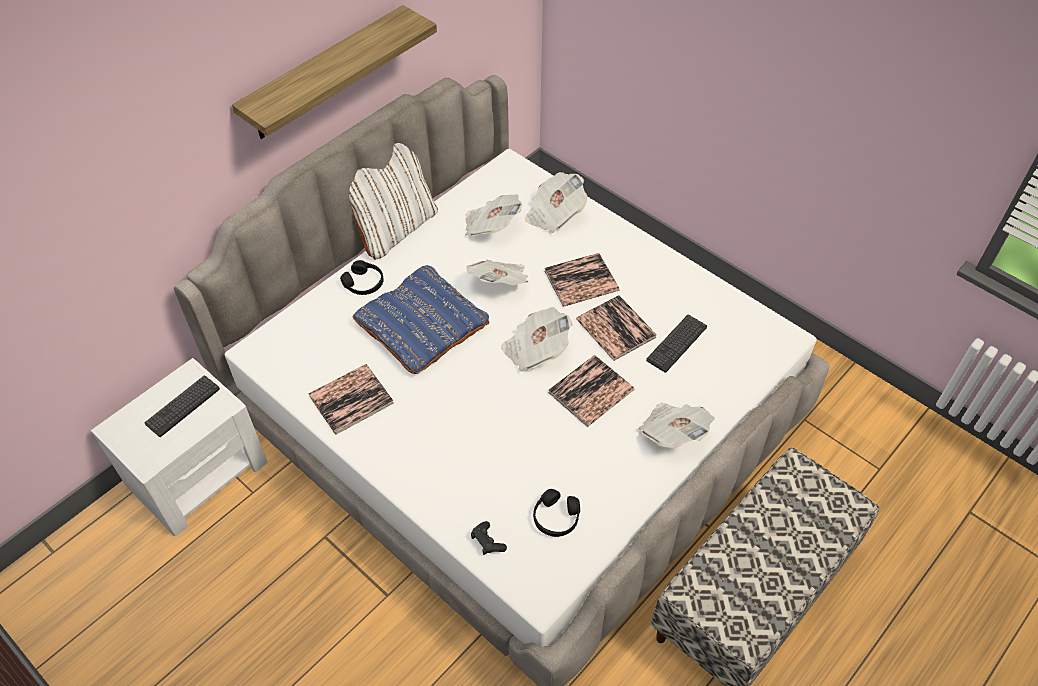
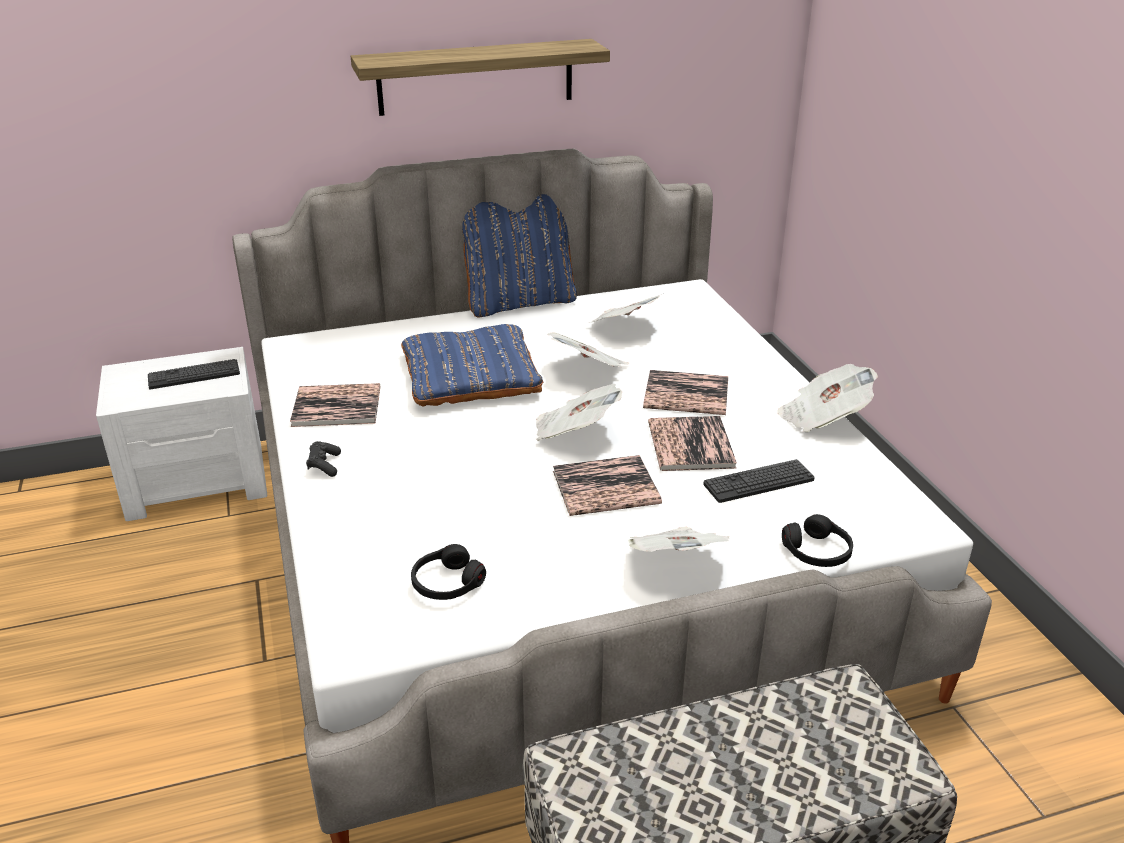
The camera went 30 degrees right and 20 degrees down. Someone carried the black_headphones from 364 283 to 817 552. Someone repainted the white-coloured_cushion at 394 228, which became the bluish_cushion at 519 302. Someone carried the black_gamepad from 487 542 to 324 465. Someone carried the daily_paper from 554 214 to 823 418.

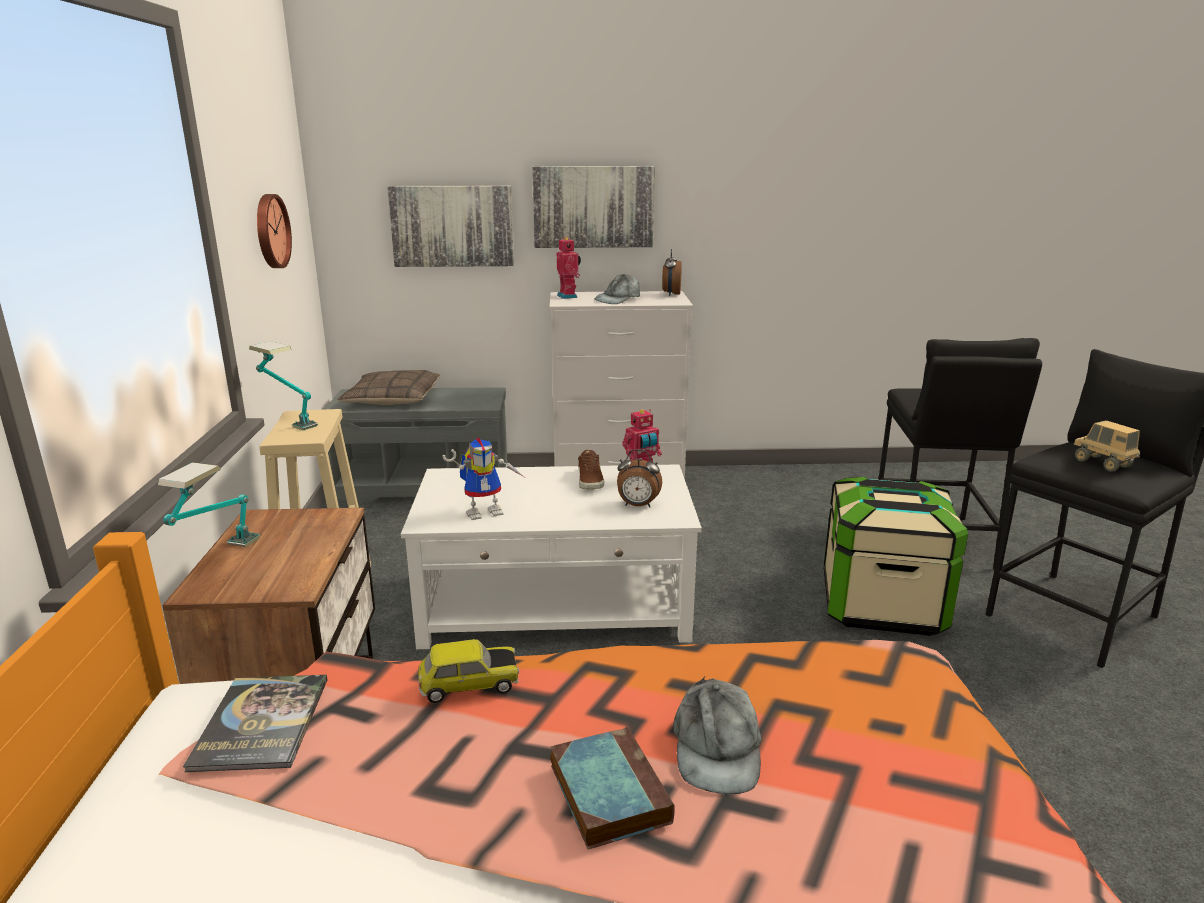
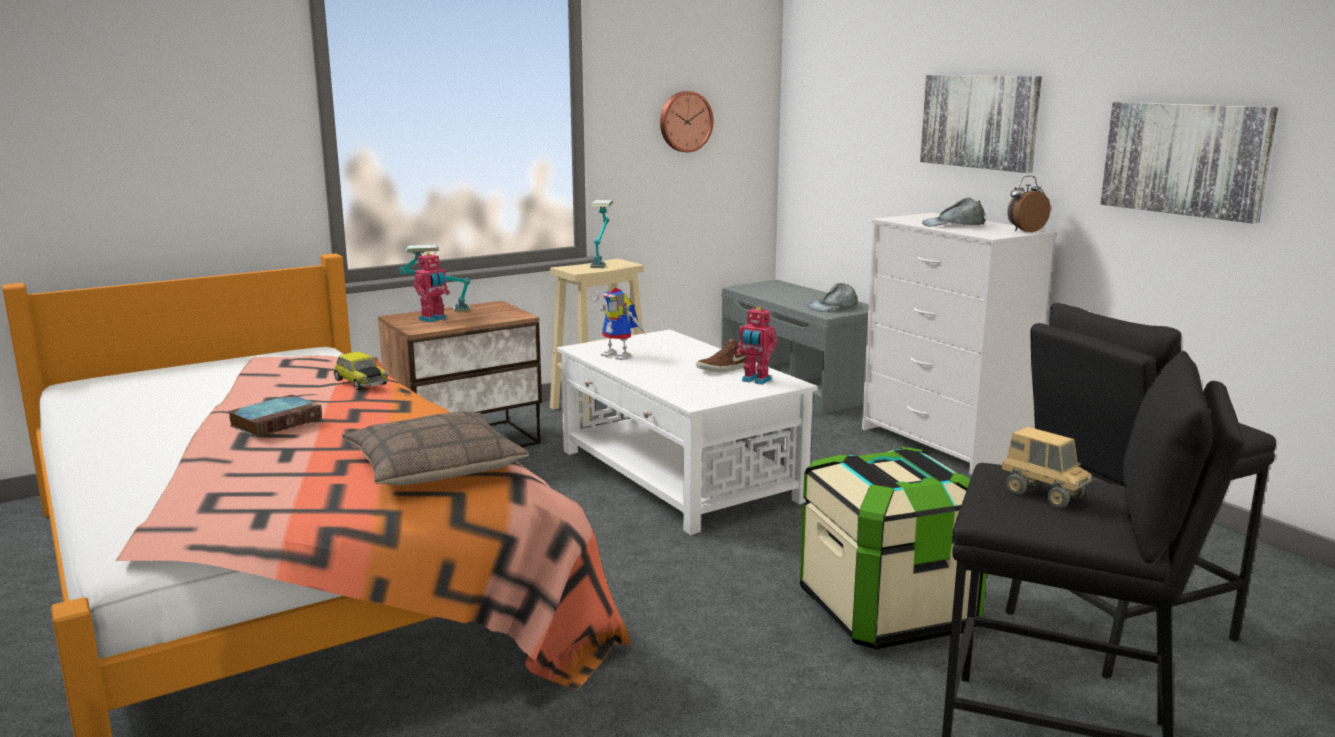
The camera went 60 degrees right and 5 degrees down. Someone took away the volume at 261 723. Someone carried the cushion from 392 399 to 434 466. Someone carried the picture from 452 226 to 1185 159. Someone carried the model_robot from 568 296 to 433 319. Someone took away the bedside_clock at 638 505. Someone carried the gray_peaked_cap from 716 747 to 833 307. Someone rotated the model_truck at 1102 464 by 105 degrees clockwise.

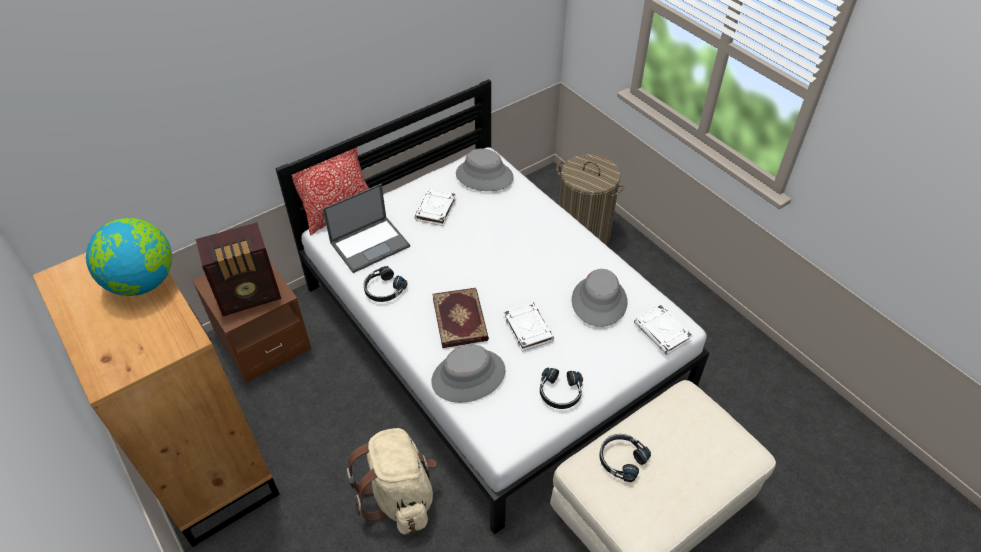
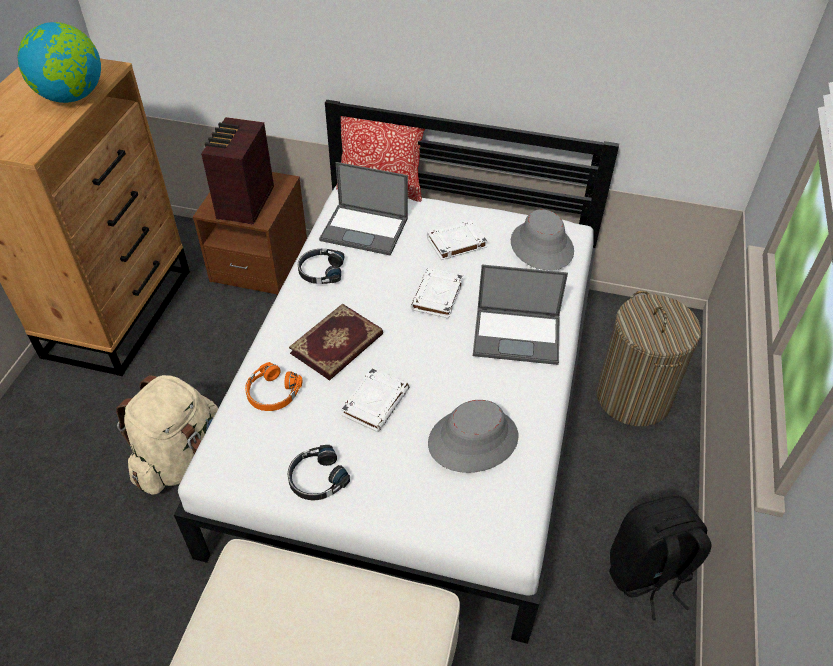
The camera went 50 degrees right and 0 degrees up. Someone rotated the radio_receiver at 250 295 by 75 degrees clockwise. Someone swapped the gray_wearable_hat at 468 376 for the orange_headphones at 272 393. Someone took away the black_headphones at 621 459. Someone carried the white-coloured_volume from 663 332 to 437 296. Someone put down the portable_computer at 518 335. Someone put down the black_rucksack at 647 574.

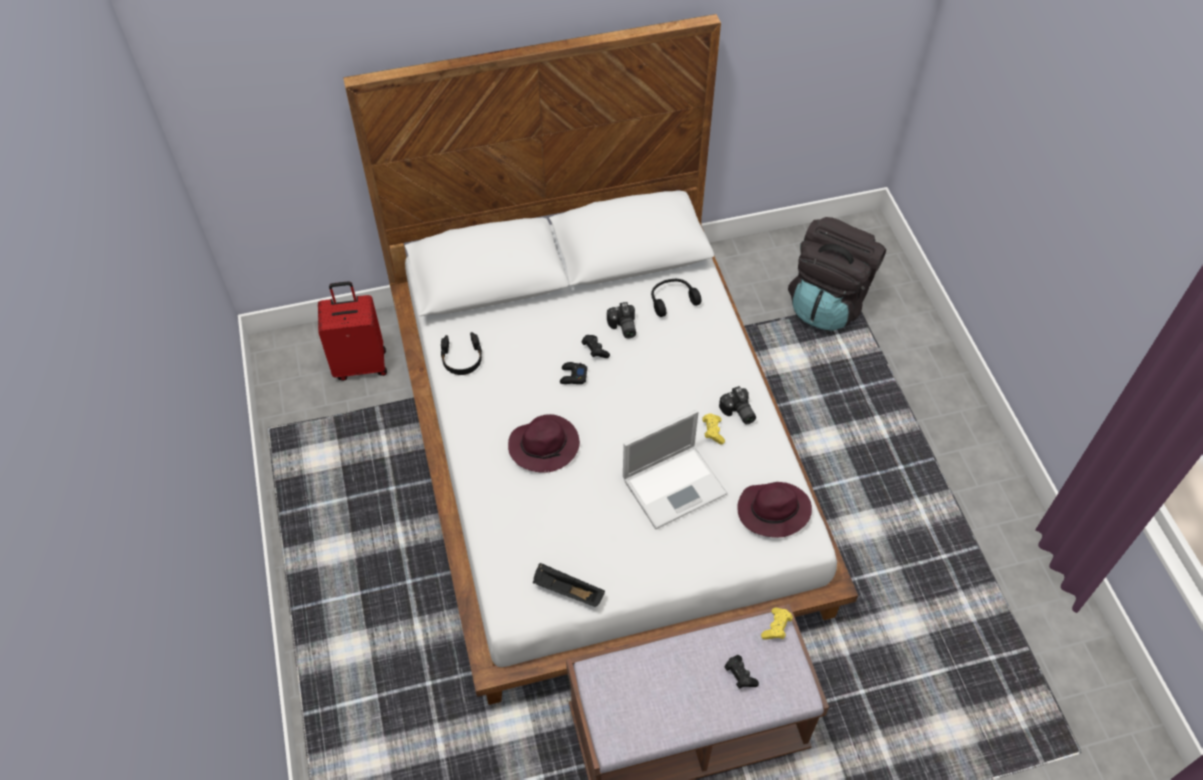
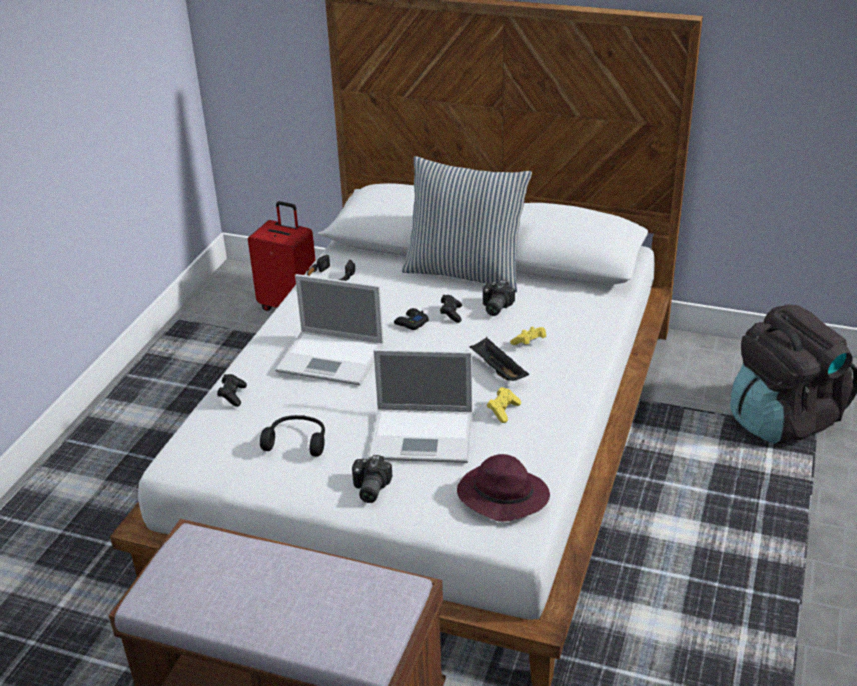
The camera went 35 degrees right and 20 degrees down. Someone swapped the purple_wearable_hat at 545 445 for the portable_computer at 333 358. Someone carried the black_tray from 567 591 to 497 370. Someone carried the black_headphones from 672 300 to 297 441. Someone carried the still_camera from 738 412 to 369 489. Someone carried the black_gamepad from 739 675 to 232 396. Someone carried the yellowish_gamepad from 776 628 to 529 343. Someone put down the cushion at 465 272.

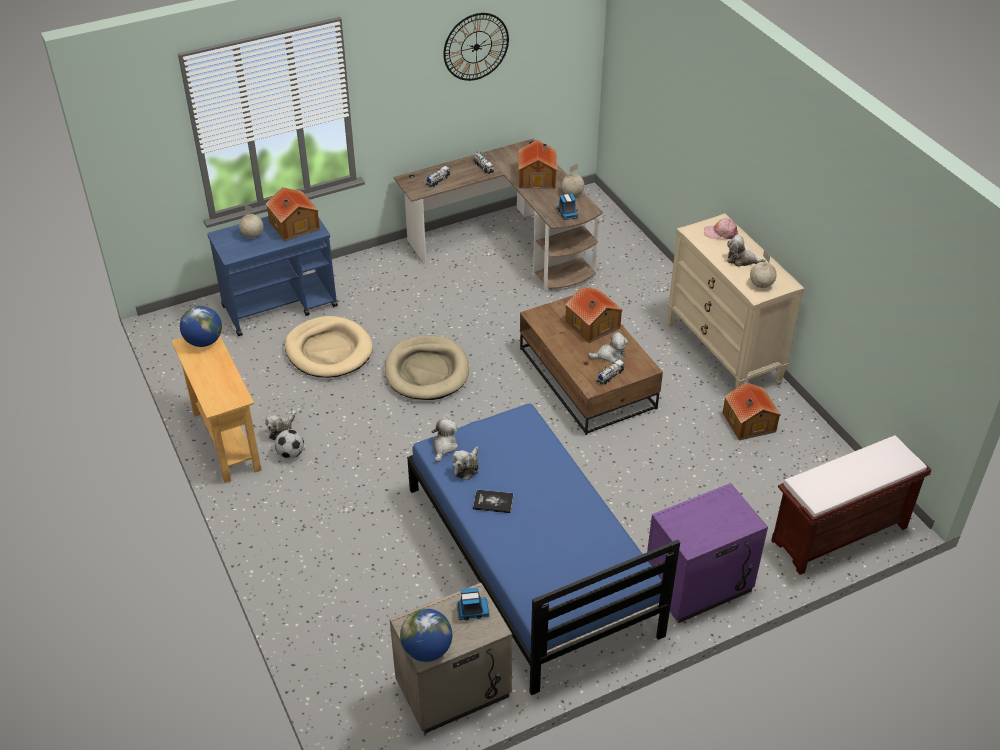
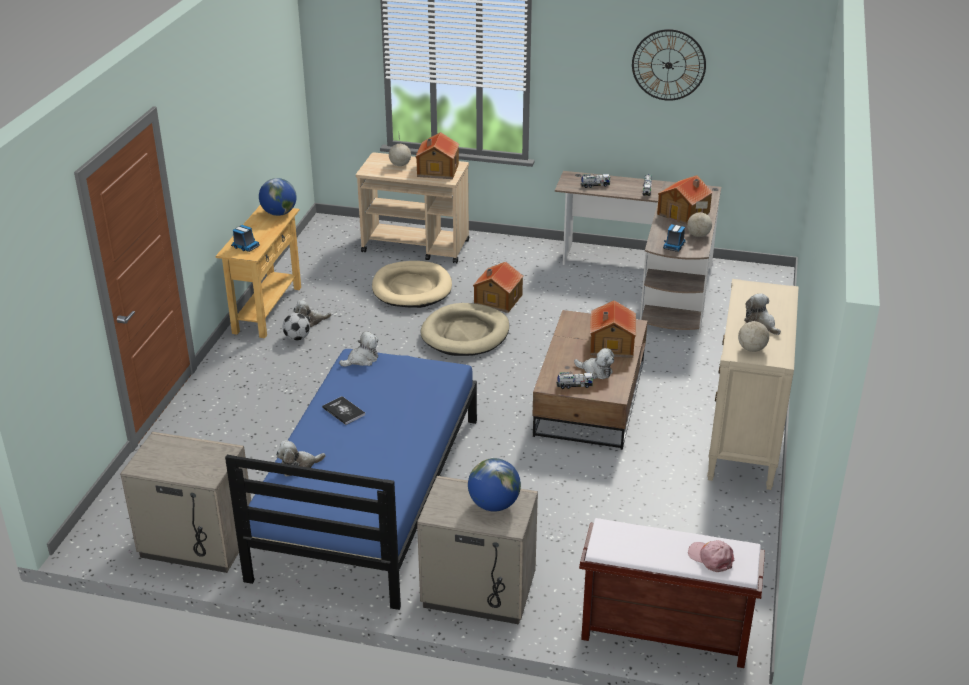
The camera went 40 degrees right and 10 degrees down. Someone repainted the bluish_trolley at 280 306, which became the beige-coloured_trolley at 416 246. Someone carried the globe from 427 650 to 494 505. Someone carried the cuddly_toy from 467 467 to 299 466. Someone carried the model_truck from 472 611 to 245 246. Someone repainted the purple_bedside_table at 699 586, which became the beige-coloured_bedside_table at 478 592. Someone carried the pink_peaked_cap from 720 232 to 711 558. Someone carried the miniature_house from 748 423 to 497 300.

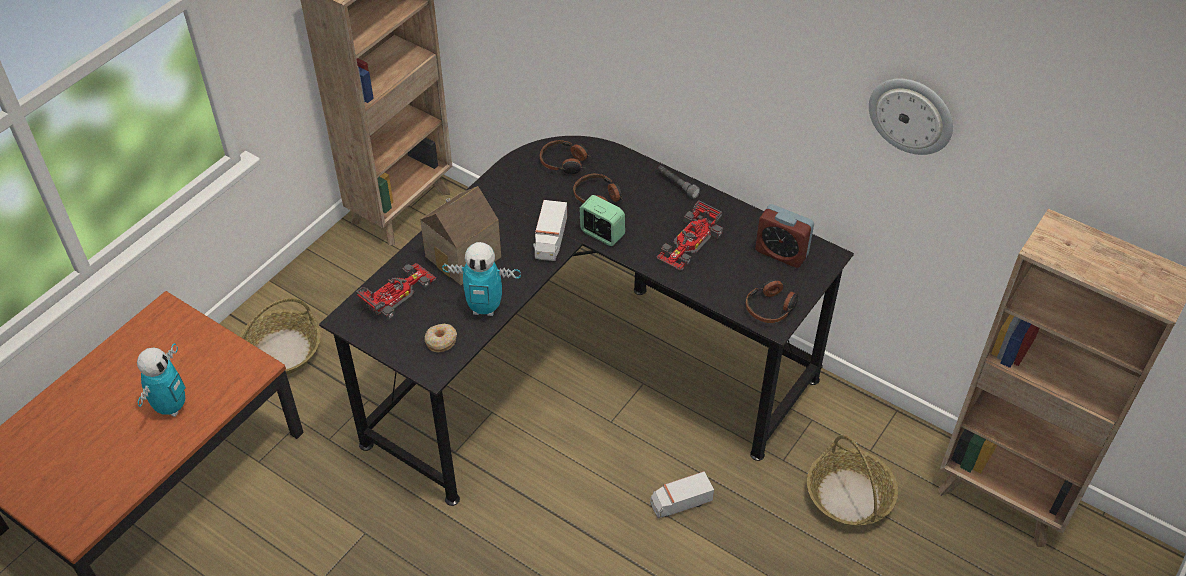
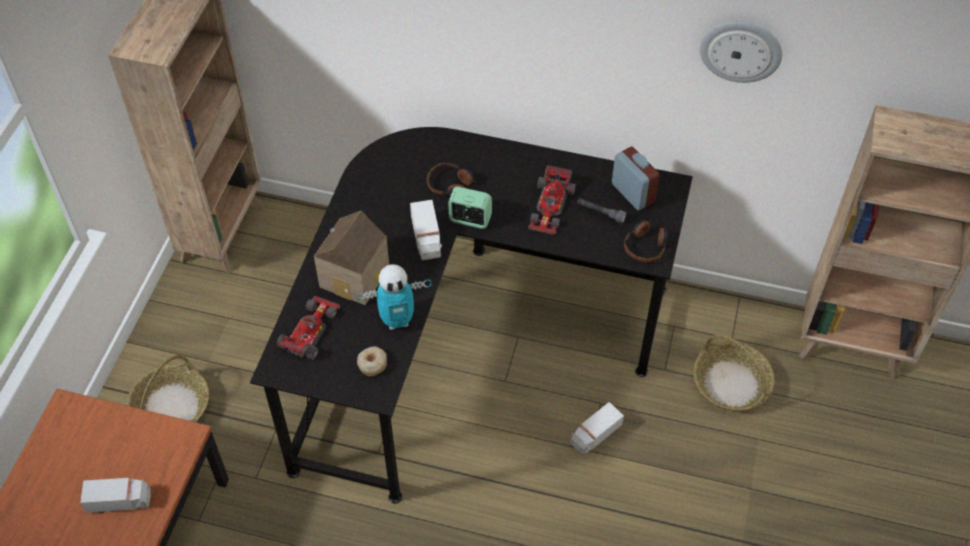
The camera went 20 degrees left and 5 degrees up. Someone swapped the model_robot at 171 407 for the model_truck at 120 501. Someone took away the headphones at 565 162. Someone carried the gray_flashlight from 677 185 to 600 213. Someone rotated the bedside_clock at 781 253 by 135 degrees counterclockwise.

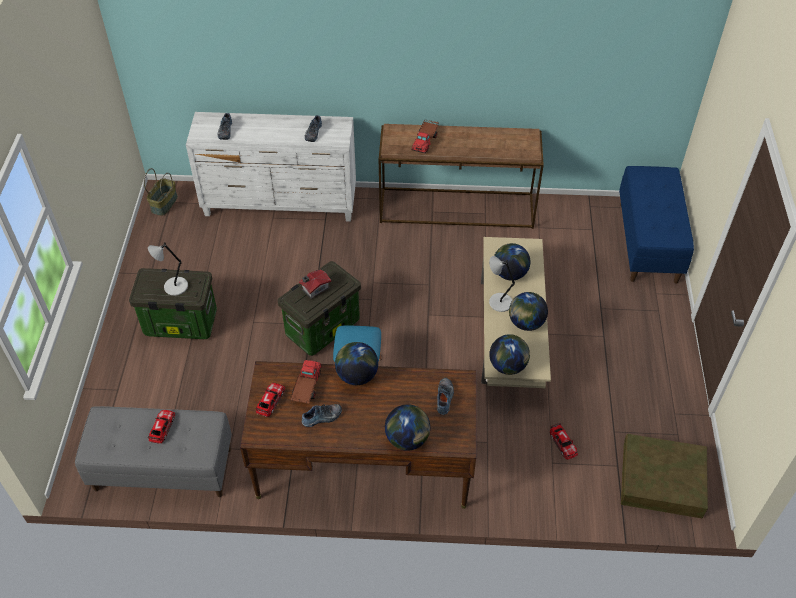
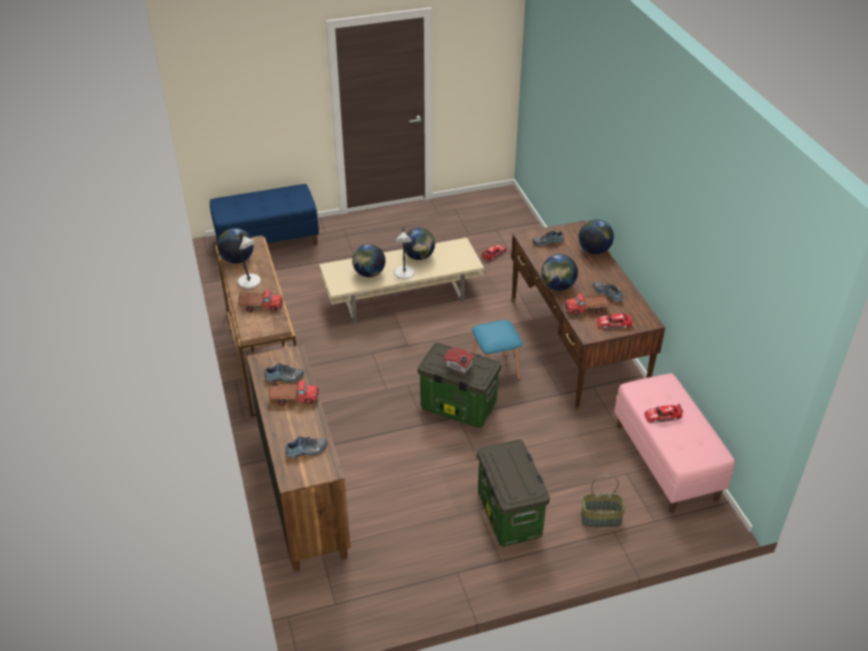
The camera went 110 degrees left and 10 degrees down. Someone repainted the gray_bench at 162 469, which became the pink_bench at 666 462. Someone carried the household_basket from 164 203 to 600 519. Someone carried the gray_table_lamp from 174 287 to 250 282. Someone repainted the white-coloured_drawer_chest at 281 204, which became the brown_drawer_chest at 303 494. Someone carried the globe from 508 366 to 237 259. Someone took away the brown_storage_container at 662 480. Someone put down the model_truck at 293 398.

